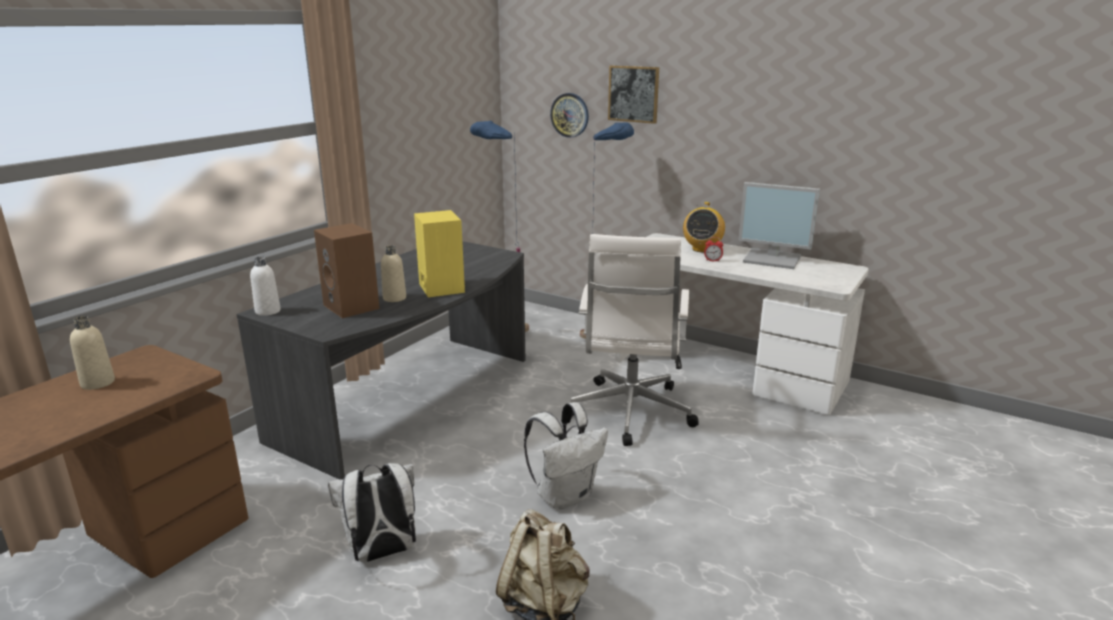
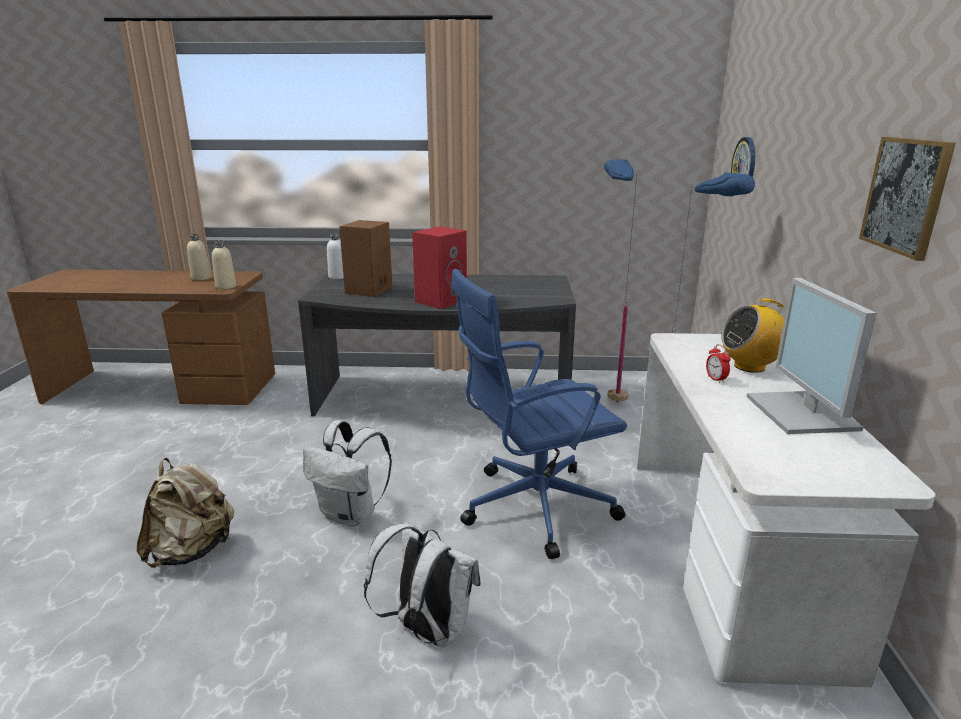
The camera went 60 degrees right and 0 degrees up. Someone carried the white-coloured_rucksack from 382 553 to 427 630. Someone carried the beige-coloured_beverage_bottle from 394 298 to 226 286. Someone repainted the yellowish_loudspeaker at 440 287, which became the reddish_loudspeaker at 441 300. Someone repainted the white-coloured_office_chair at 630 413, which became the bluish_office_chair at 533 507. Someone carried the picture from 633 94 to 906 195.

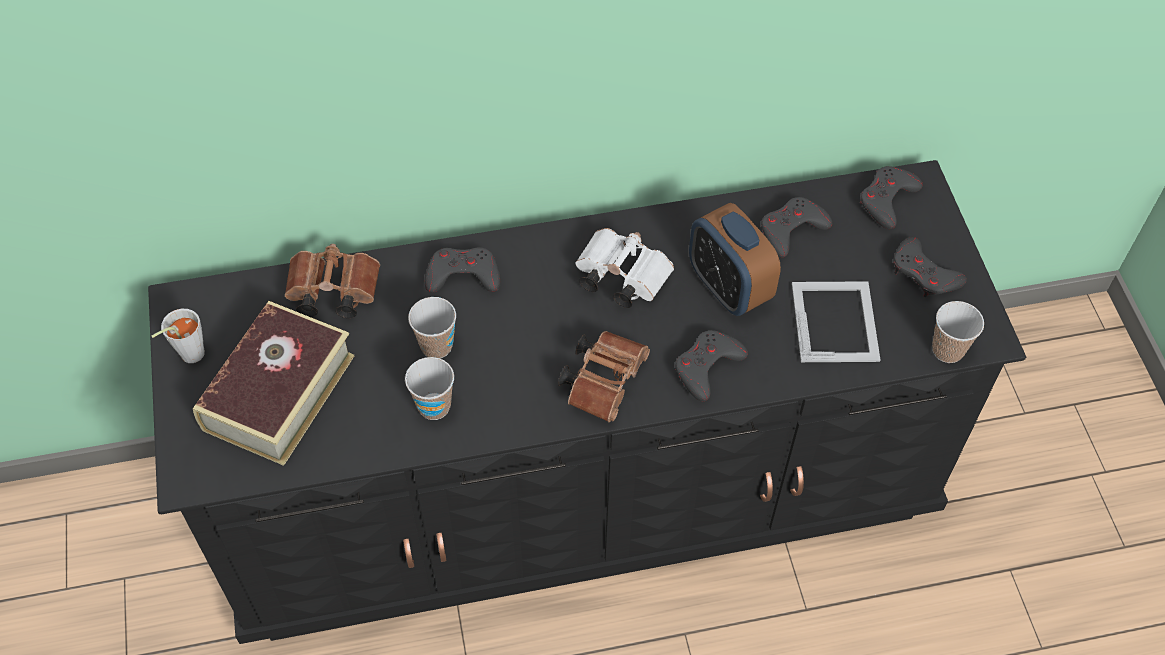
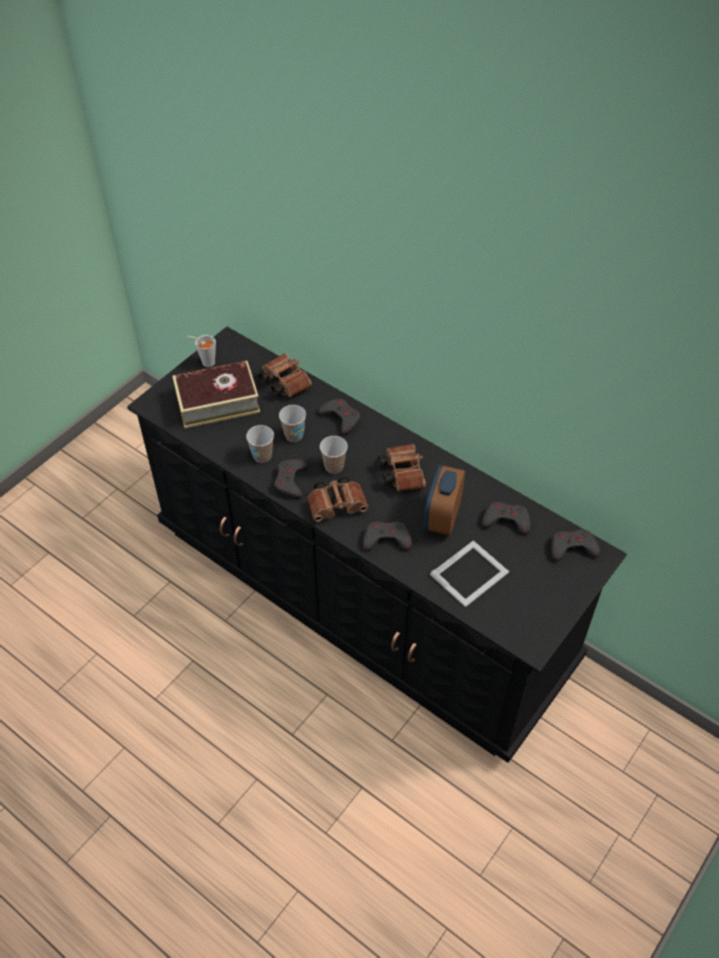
The camera went 50 degrees right and 5 degrees down. Someone repainted the white-coloured_pair_of_binoculars at 619 277, which became the brown_pair_of_binoculars at 401 473. Someone carried the gray_gamepad from 924 273 to 291 481. Someone carried the small_cup from 947 350 to 334 466.

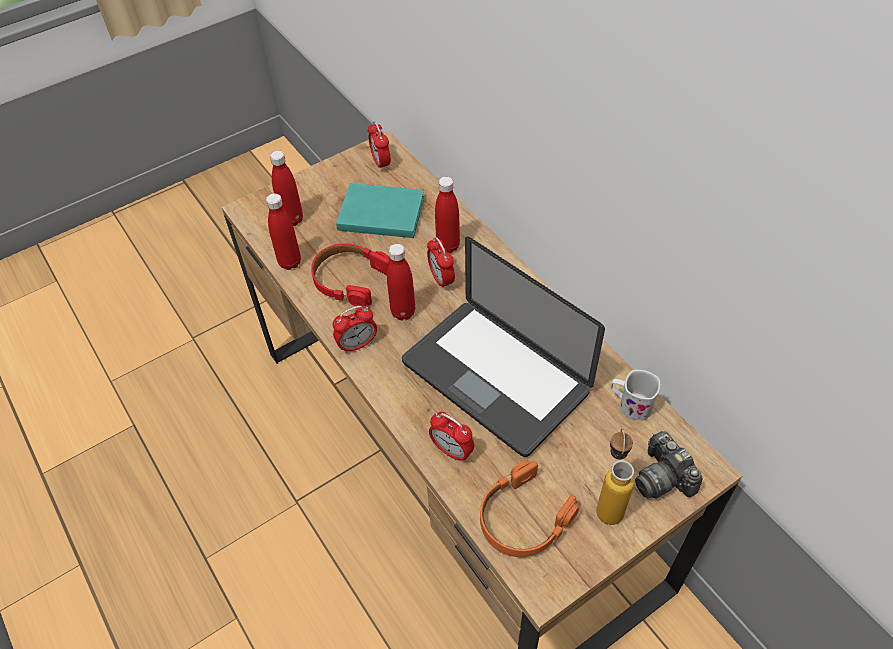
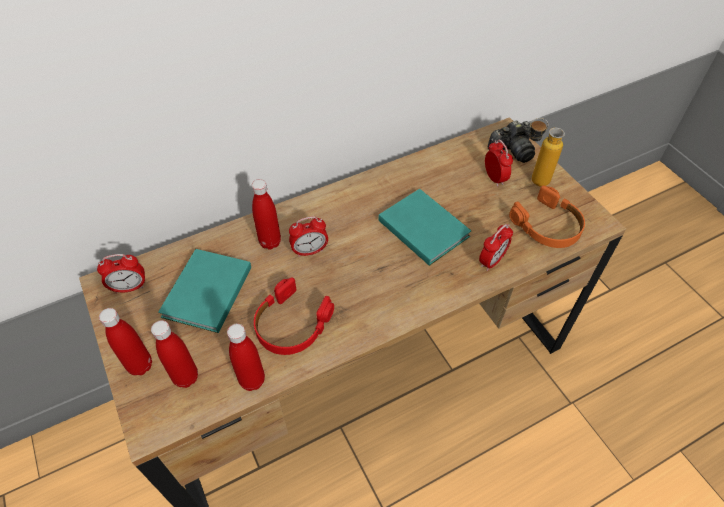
The camera went 85 degrees left and 0 degrees up. Someone carried the bedside_clock from 357 344 to 494 178. Someone carried the reddish_beverage_bottle from 403 312 to 140 366. Someone swapped the portable_computer at 495 377 for the turquoise_volume at 423 226. Someone took away the white-coloured_coffee_mug at 629 404.

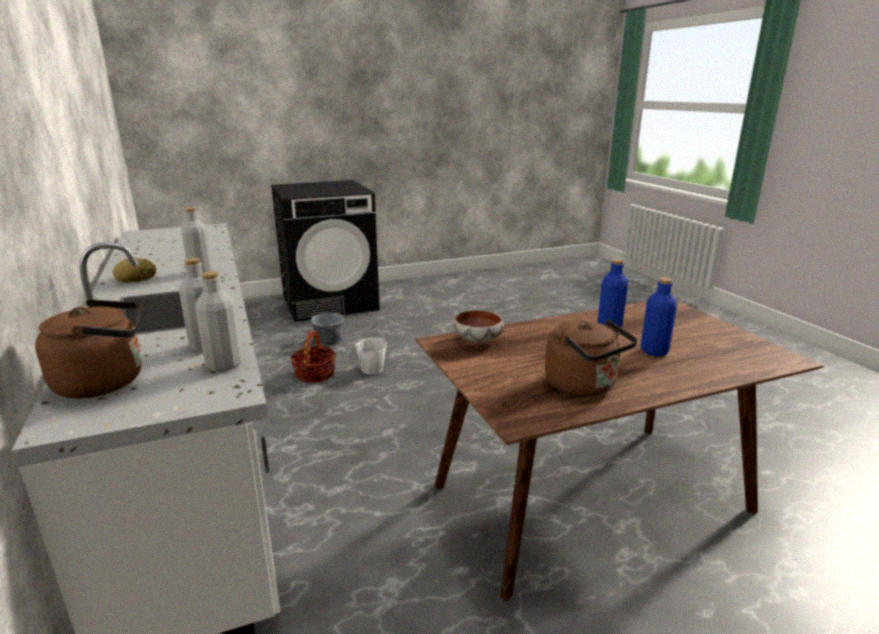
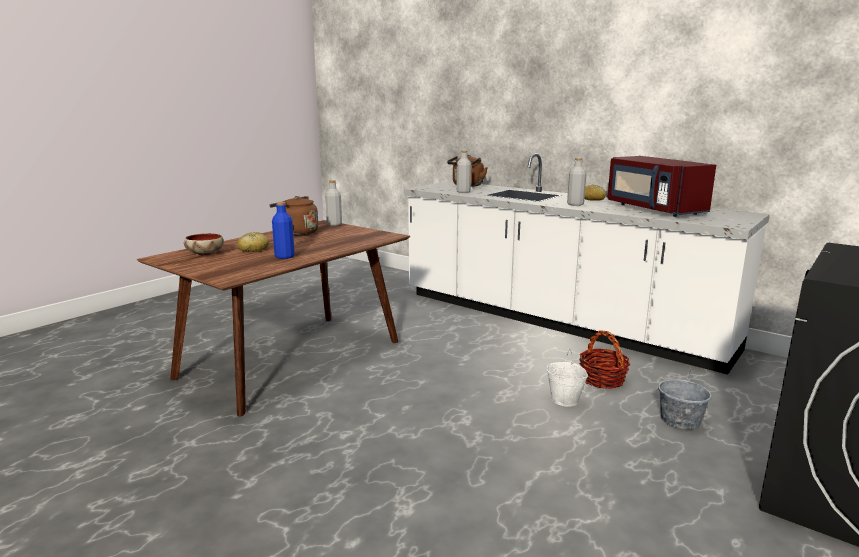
The camera went 150 degrees right and 5 degrees down. Someone carried the gray_beverage_bottle from 224 365 to 334 224. Someone carried the bowl from 478 340 to 204 254. Someone swapped the bluish_beverage_bottle at 654 351 for the bread at 253 249. Someone put down the reddish_microwave at 653 209.

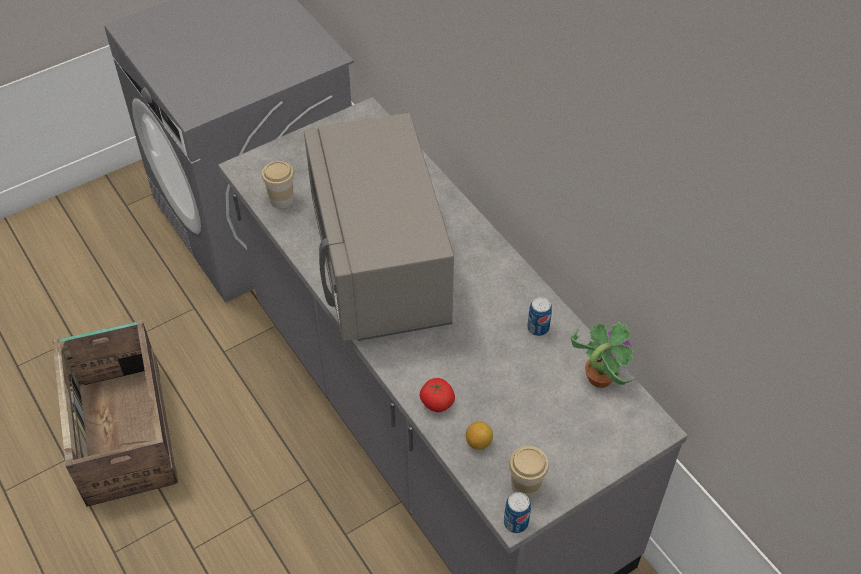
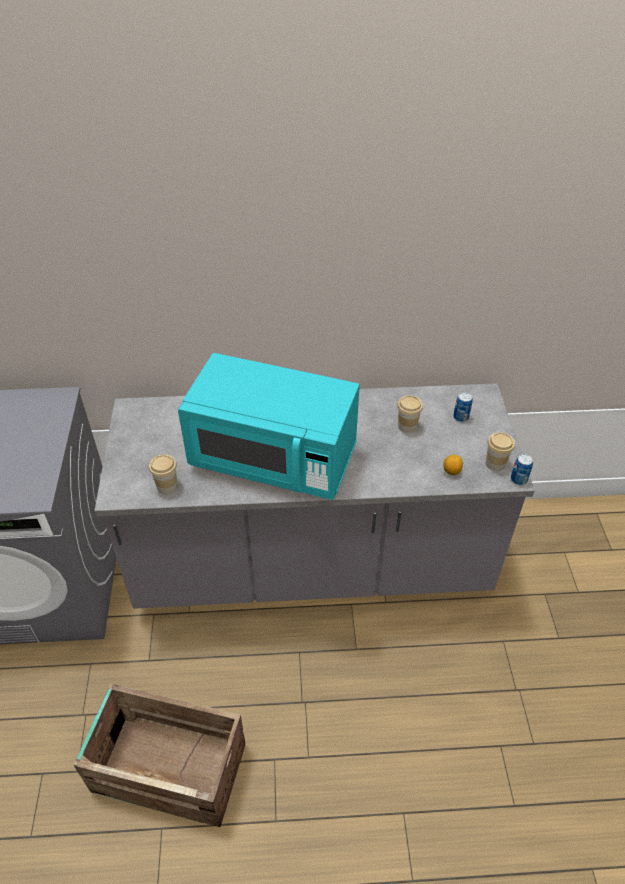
The camera went 60 degrees left and 5 degrees down. Someone repainted the gray_microwave at 379 264, which became the turquoise_microwave at 273 458. Someone took away the tomato at 437 403. Someone carried the can from 538 328 to 461 417. Someone took away the potted_plant at 598 377. Someone put down the small_cup at 407 426.

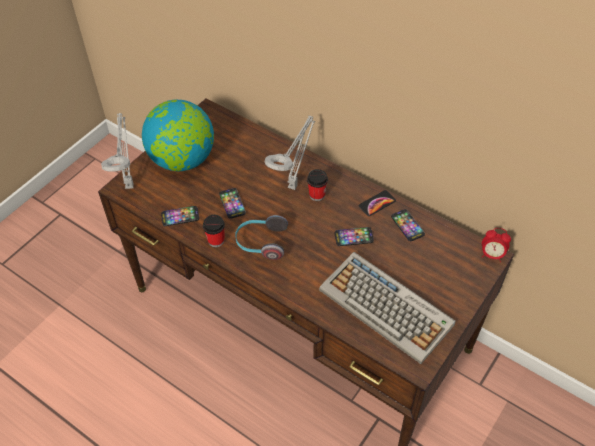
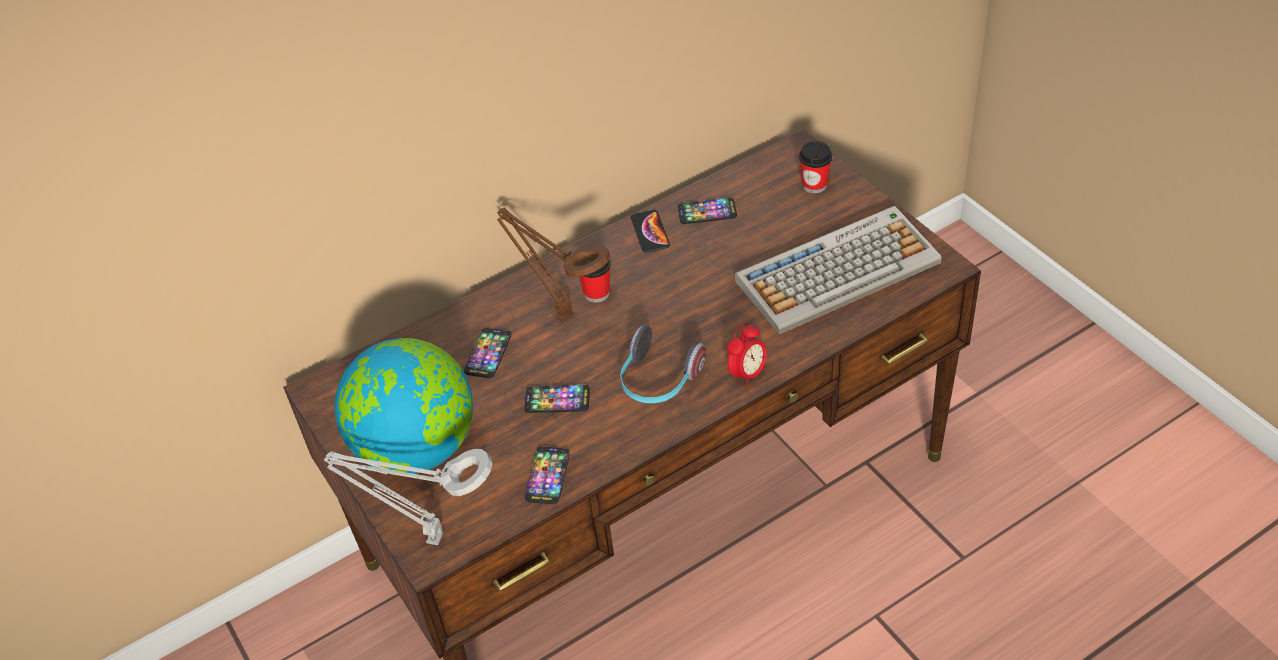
The camera went 65 degrees left and 5 degrees down. Someone carried the small_cup from 216 240 to 814 185. Someone repainted the gray_table_lamp at 293 185, which became the brown_table_lamp at 561 315. Someone carried the phone from 354 237 to 488 354. Someone carried the bedside_clock from 492 255 to 747 374.

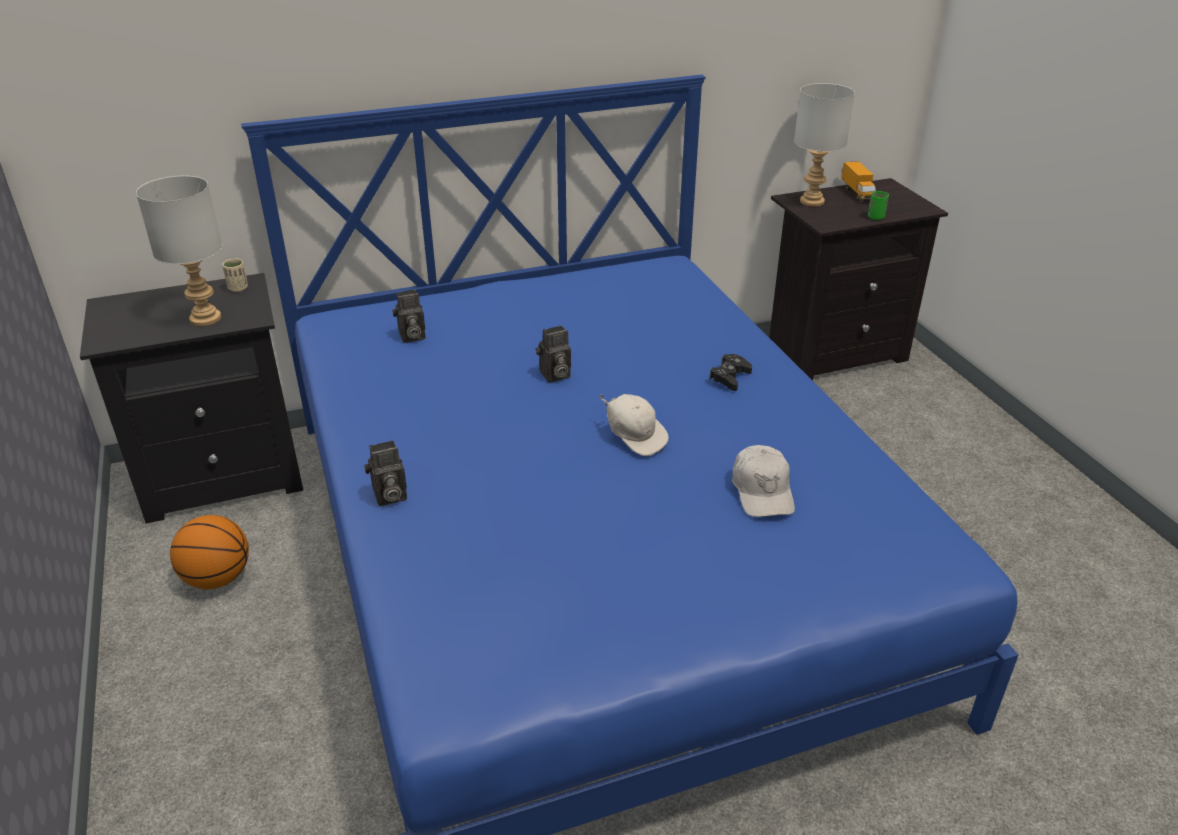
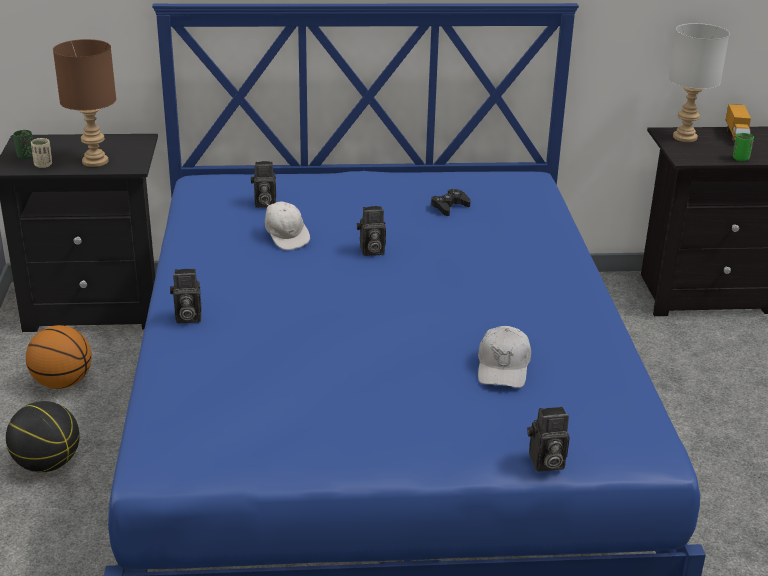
The camera went 15 degrees right and 5 degrees down. Someone repainted the gray_table_lamp at 206 319, which became the brown_table_lamp at 95 162. Someone carried the beige-coloured_small_cup from 238 288 to 43 165. Someone carried the white-coloured_peaked_cap from 635 437 to 286 237. Someone carried the black_gamepad from 730 377 to 449 207. Someone put down the basketball_ball at 47 463. Someone put down the greenish_small_cup at 26 156. Someone put down the still_camera at 545 463.

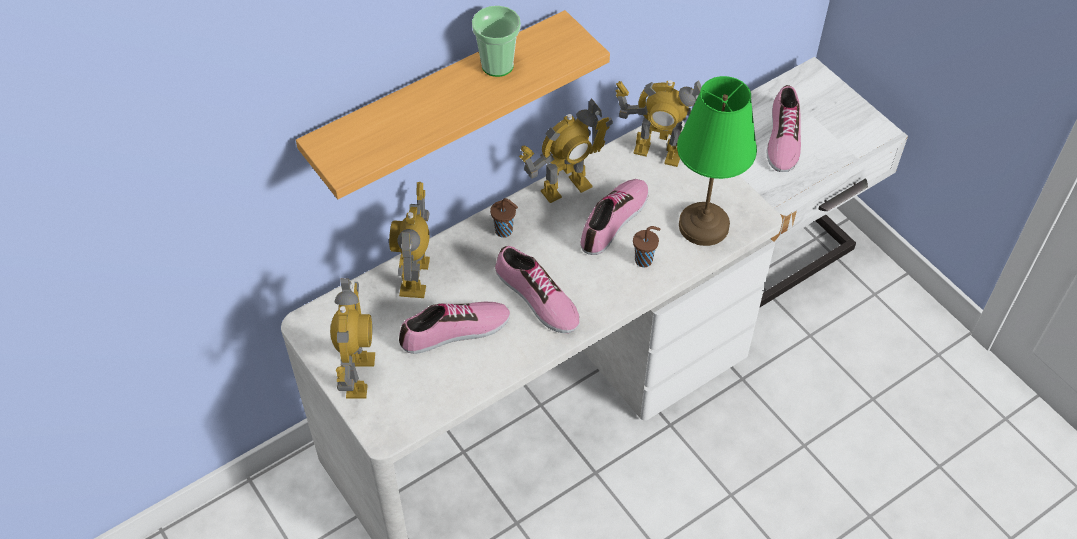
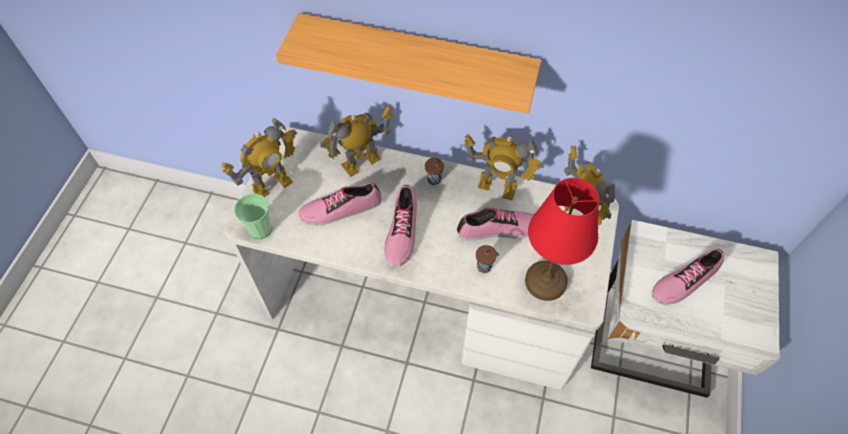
The camera went 50 degrees right and 5 degrees up. Someone rotated the low_shoe at 455 332 by 135 degrees clockwise. Someone carried the small_cup from 497 65 to 260 229. Someone repainted the greenish_table_lamp at 704 226, which became the reddish_table_lamp at 545 282.

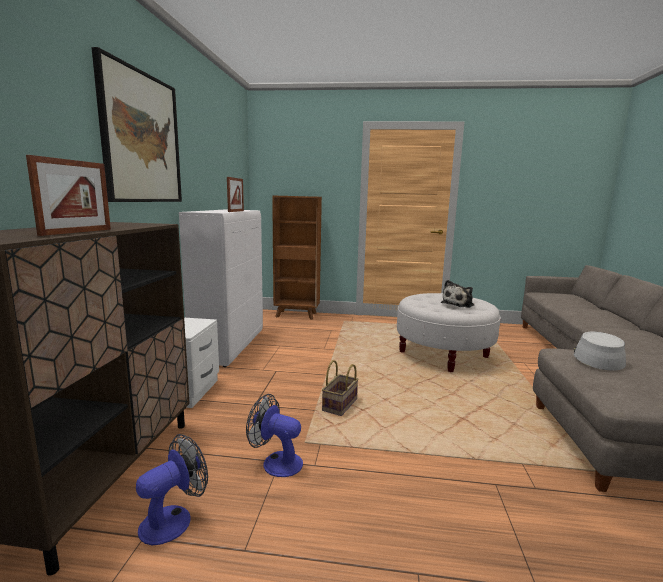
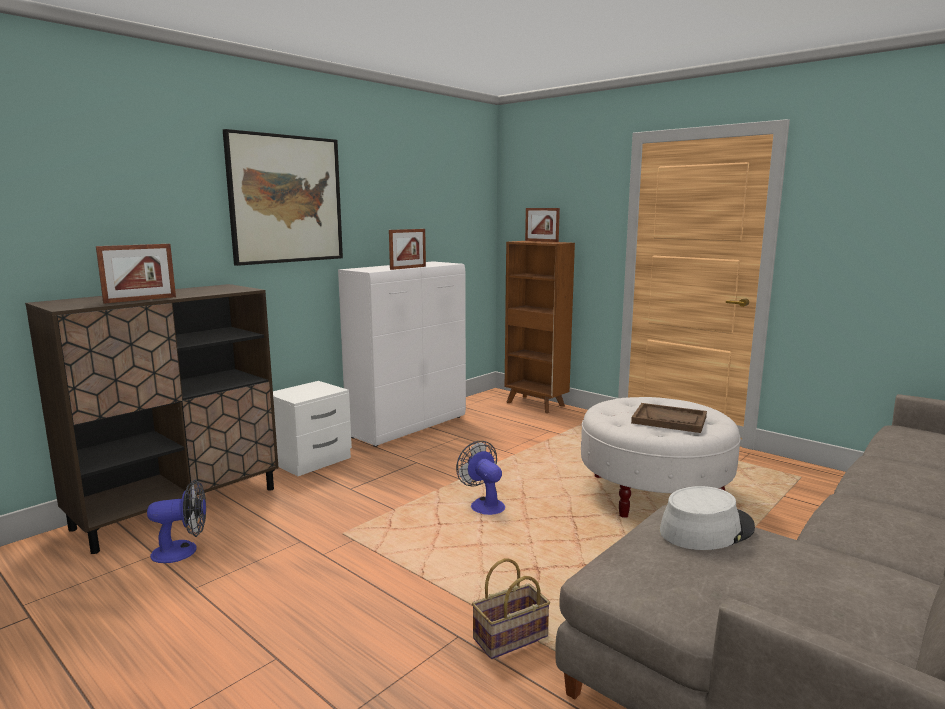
The camera went 35 degrees right and 0 degrees up. Someone carried the fan from 276 462 to 484 504. Someone carried the household_basket from 340 406 to 509 639. Someone swapped the cuddly_toy at 459 304 for the brown_tray at 669 420. Someone put down the picture_frame at 541 241.

